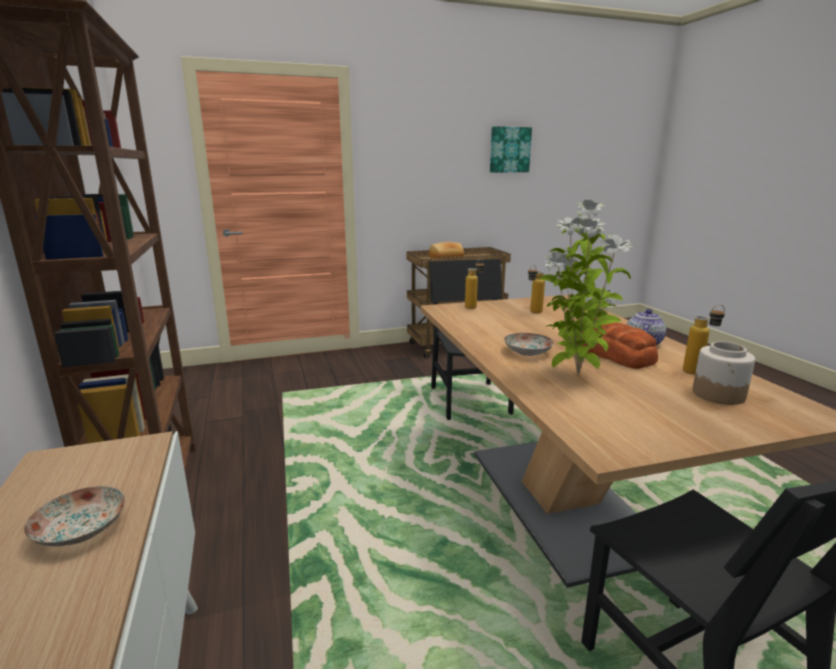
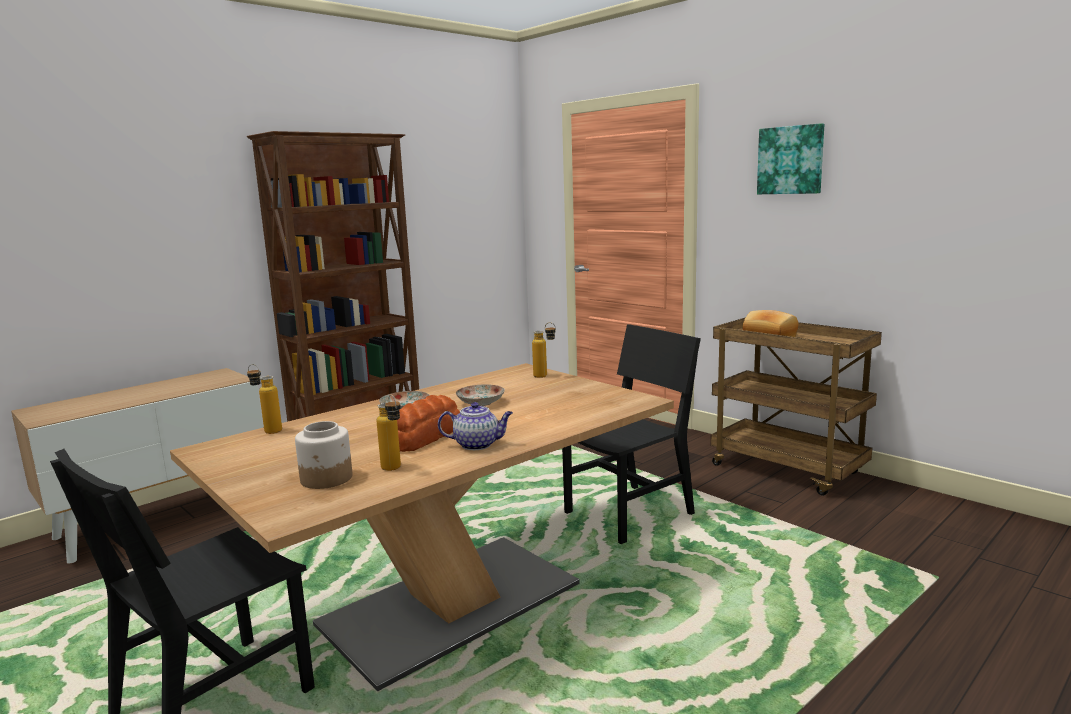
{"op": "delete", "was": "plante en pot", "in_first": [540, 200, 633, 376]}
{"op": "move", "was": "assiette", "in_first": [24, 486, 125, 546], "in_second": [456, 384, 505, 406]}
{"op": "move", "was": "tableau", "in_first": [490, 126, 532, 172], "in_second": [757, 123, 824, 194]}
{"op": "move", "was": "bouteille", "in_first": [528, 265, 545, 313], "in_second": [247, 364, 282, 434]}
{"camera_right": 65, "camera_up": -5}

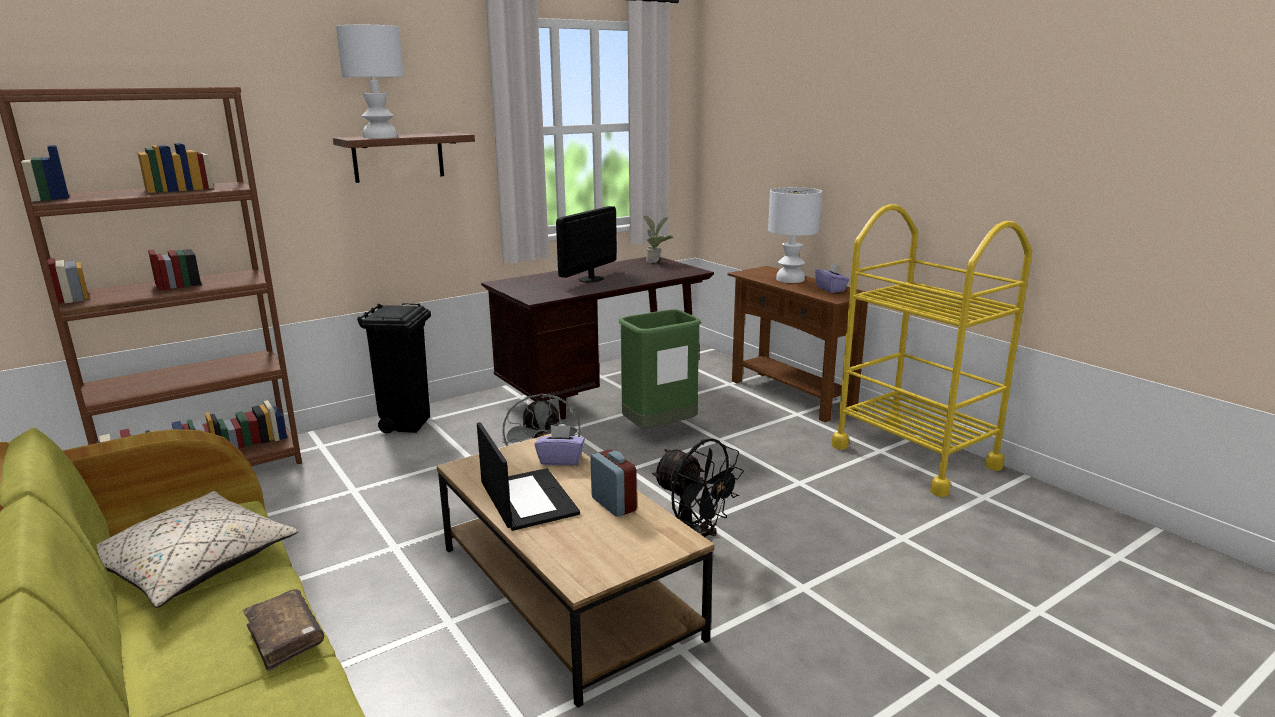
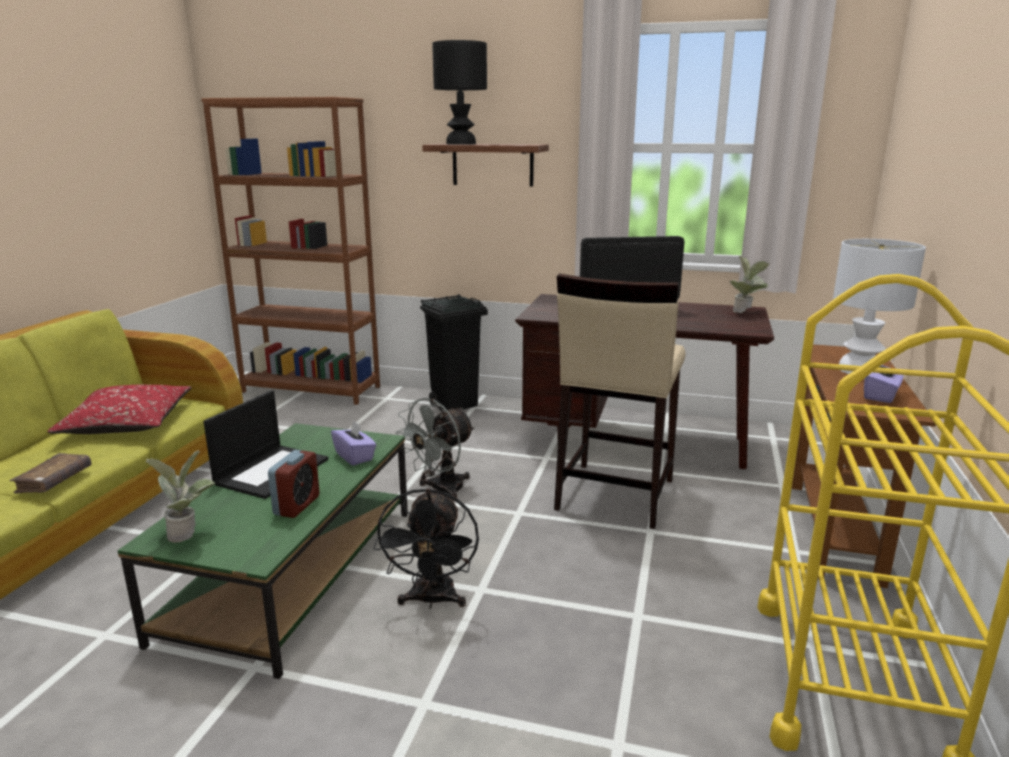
{"op": "insert", "now": "plante en pot", "in_second": [145, 451, 216, 543]}
{"op": "replace", "was": "poubelle/vert", "now": "tabouret/beige", "in_first": [619, 309, 701, 428], "in_second": [554, 273, 686, 529]}
{"op": "recolor", "was": "coussin/beige", "now": "coussin/rouge", "in_first": [97, 491, 299, 608], "in_second": [48, 385, 192, 434]}
{"op": "recolor", "was": "lampe de table/blanc", "now": "lampe de table/noir", "in_first": [336, 25, 404, 138], "in_second": [432, 40, 487, 145]}
{"op": "recolor", "was": "table basse/marron", "now": "table basse/vert", "in_first": [437, 434, 714, 708], "in_second": [118, 423, 408, 679]}
{"camera_right": 50, "camera_up": 0}

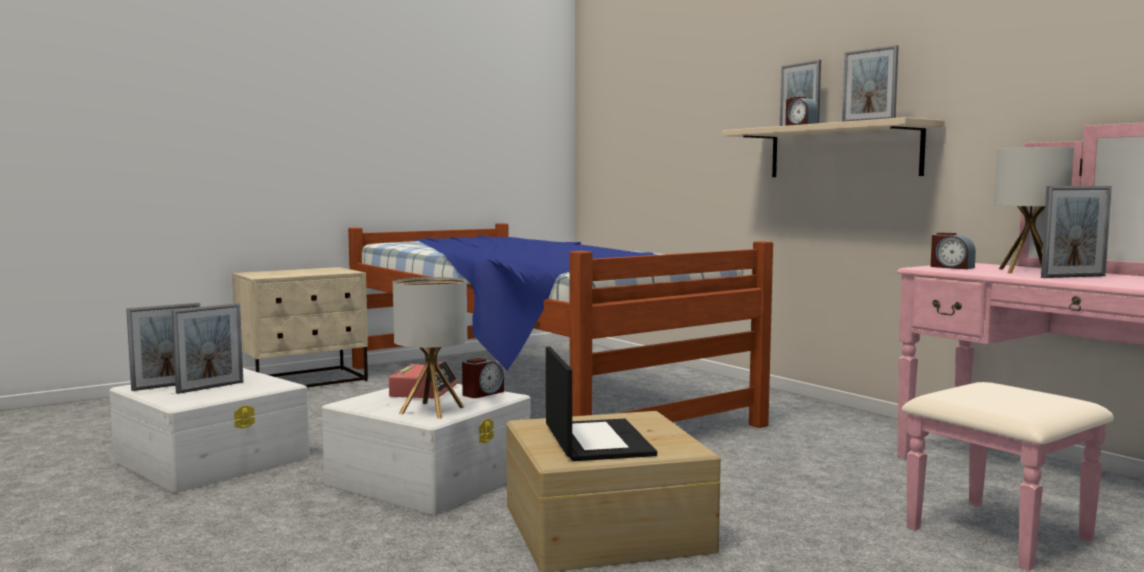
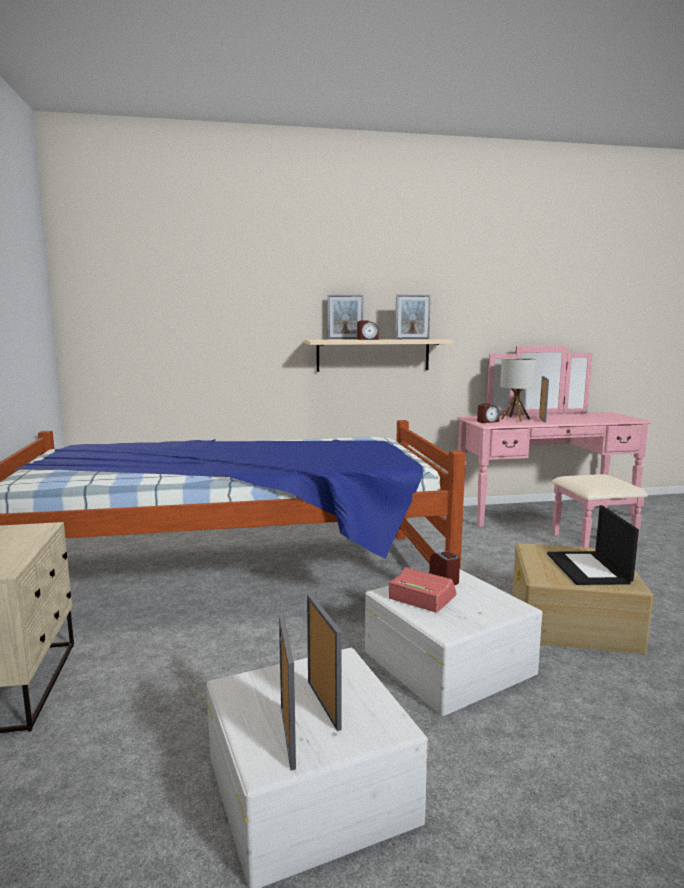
{"op": "delete", "was": "lampe de table", "in_first": [393, 277, 467, 419]}
{"op": "rotate", "was": "ordinateur portable", "in_first": [546, 347, 657, 461], "in_second": [547, 505, 639, 585], "clockwise": -105}
{"camera_right": -65, "camera_up": 5}

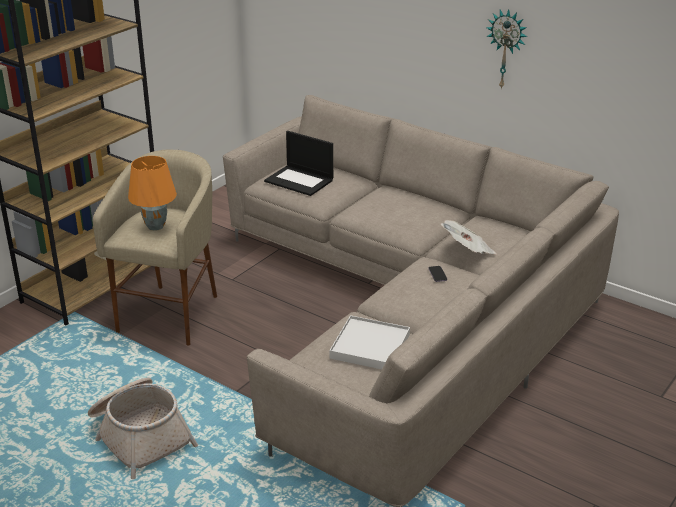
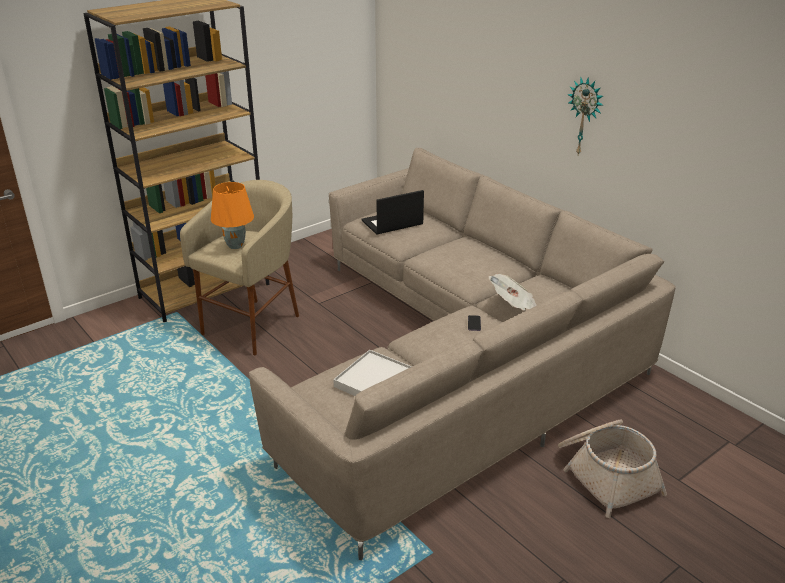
{"op": "move", "was": "panier", "in_first": [88, 378, 198, 479], "in_second": [558, 419, 667, 518]}
{"op": "rotate", "was": "ordinateur portable", "in_first": [264, 131, 333, 196], "in_second": [361, 190, 424, 235], "clockwise": 105}
{"camera_right": 15, "camera_up": 0}

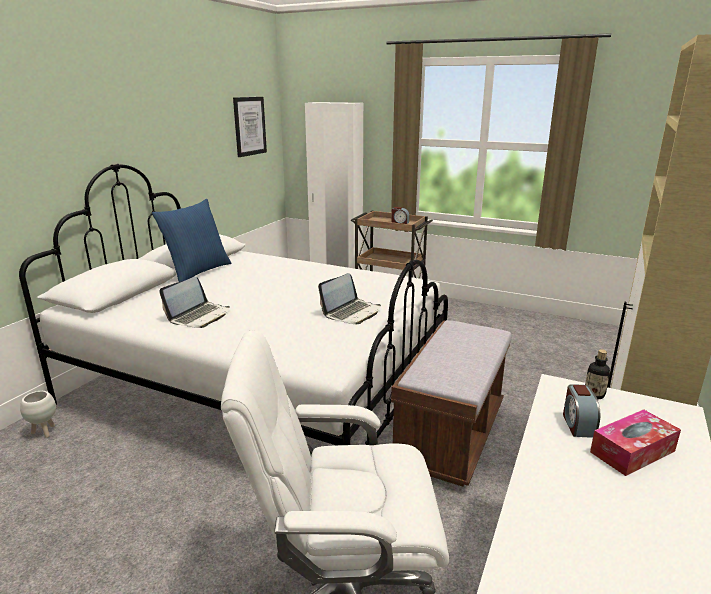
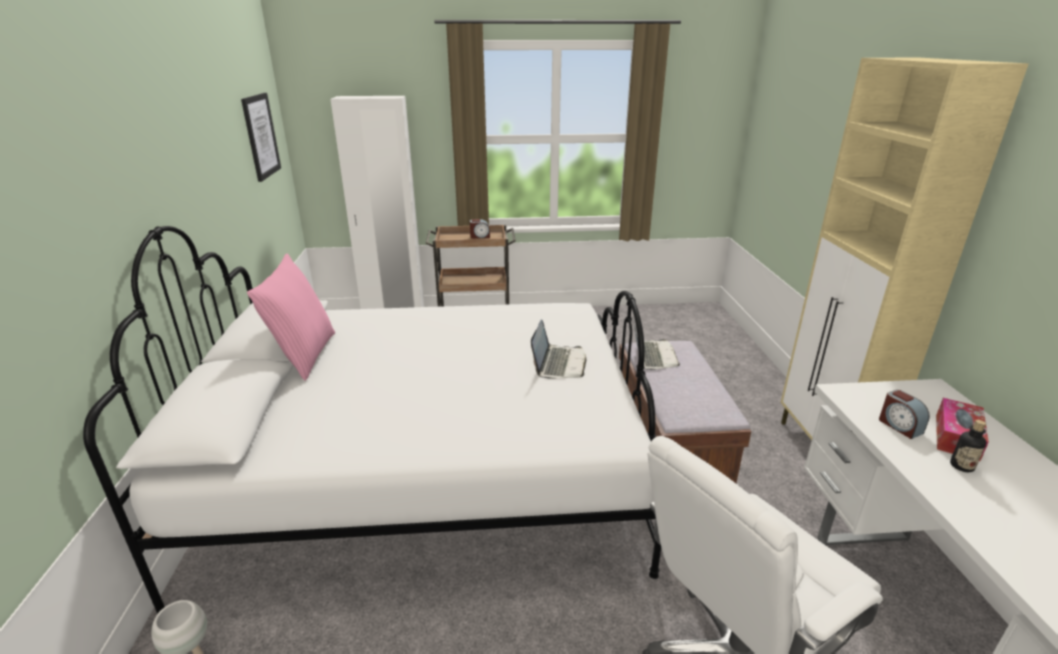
{"op": "move", "was": "ordinateur portable", "in_first": [159, 276, 230, 328], "in_second": [633, 319, 680, 370]}
{"op": "move", "was": "bouteille", "in_first": [585, 349, 610, 399], "in_second": [950, 420, 986, 472]}
{"op": "recolor", "was": "coussin/bleu", "now": "coussin/rose", "in_first": [152, 199, 232, 282], "in_second": [247, 254, 335, 380]}
{"camera_right": -30, "camera_up": 5}

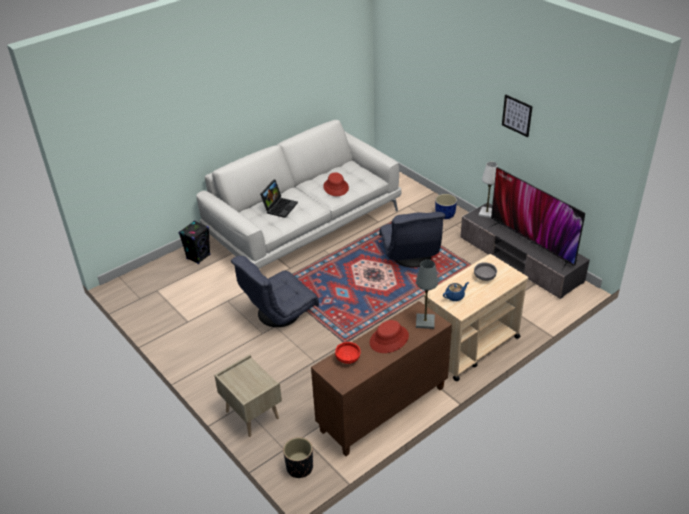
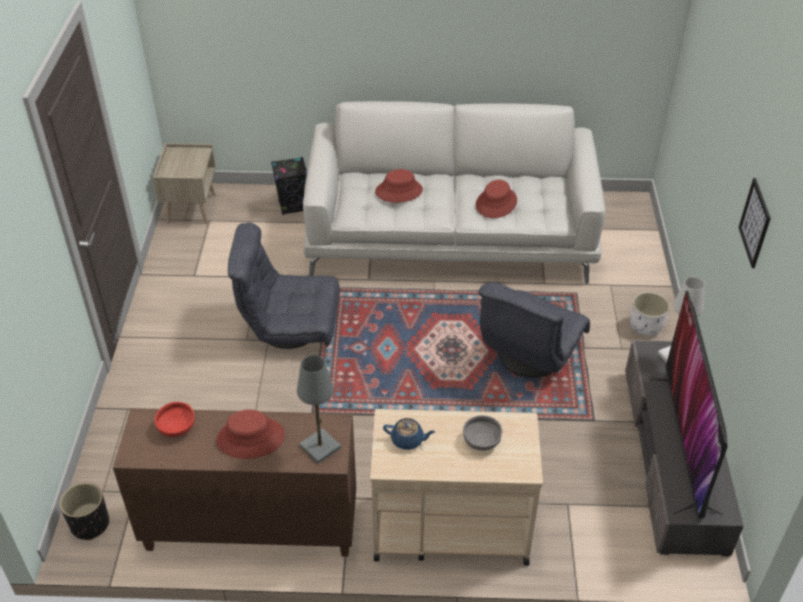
{"op": "move", "was": "table de chevet/beige", "in_first": [214, 355, 282, 437], "in_second": [153, 143, 216, 224]}
{"op": "replace", "was": "ordinateur portable", "now": "chapeau/rouge", "in_first": [260, 180, 298, 218], "in_second": [375, 169, 423, 203]}
{"op": "recolor", "was": "cache-pot/bleu", "now": "cache-pot/blanc", "in_first": [435, 194, 457, 219], "in_second": [630, 292, 670, 336]}
{"camera_right": 40, "camera_up": 5}

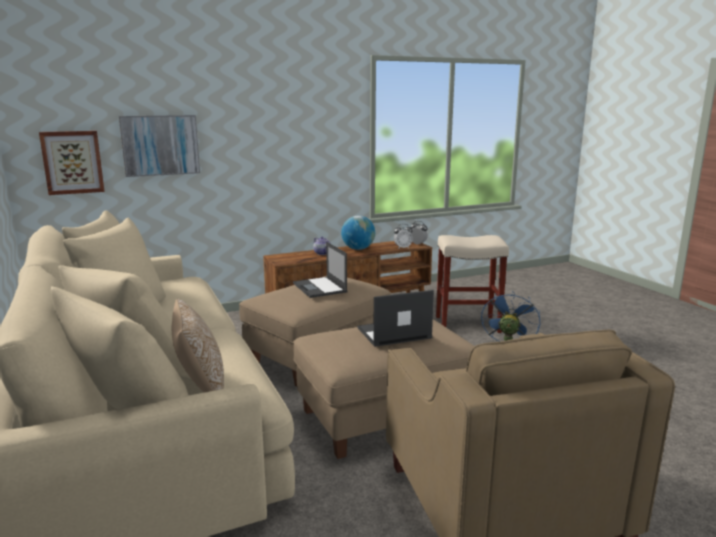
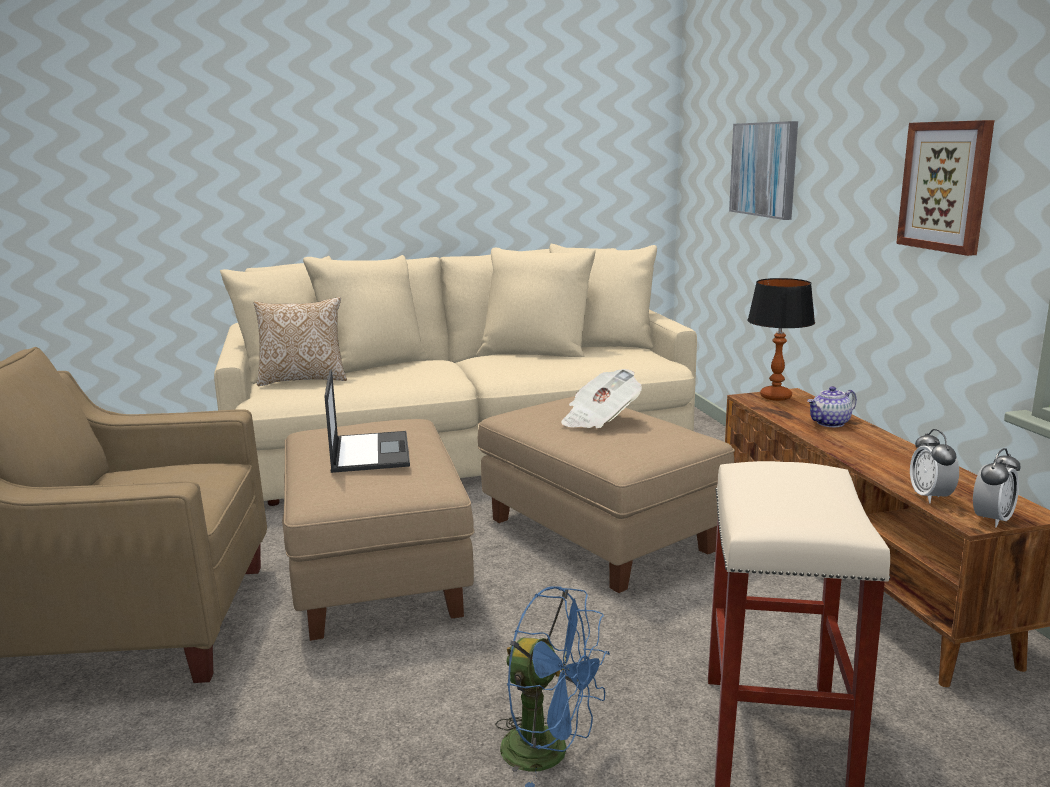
{"op": "delete", "was": "globe", "in_first": [341, 215, 375, 250]}
{"op": "insert", "now": "lampe de table", "in_second": [748, 278, 815, 401]}
{"op": "move", "was": "tableau", "in_first": [39, 131, 105, 195], "in_second": [896, 120, 994, 256]}
{"op": "replace", "was": "ordinateur portable", "now": "journal", "in_first": [293, 242, 348, 298], "in_second": [561, 369, 642, 428]}
{"camera_right": 100, "camera_up": 0}

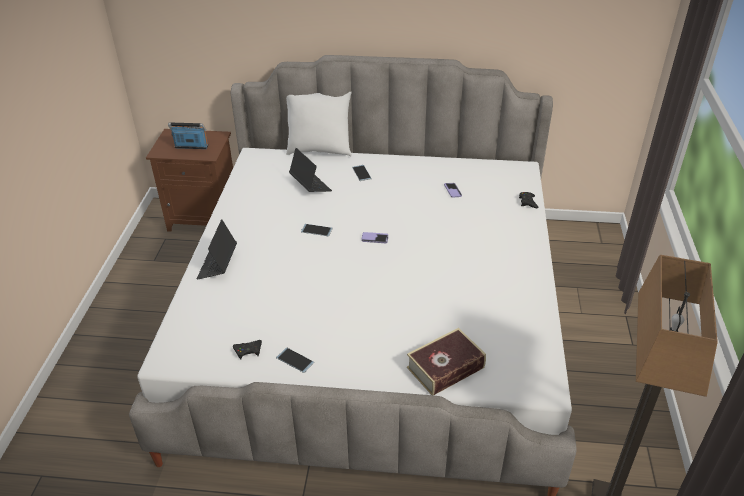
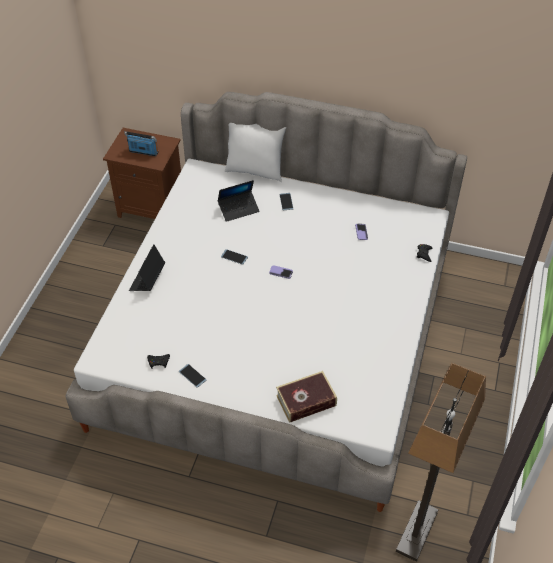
{"op": "rotate", "was": "ordinateur portable", "in_first": [289, 148, 332, 192], "in_second": [218, 180, 259, 222], "clockwise": 90}
{"camera_right": 10, "camera_up": 10}

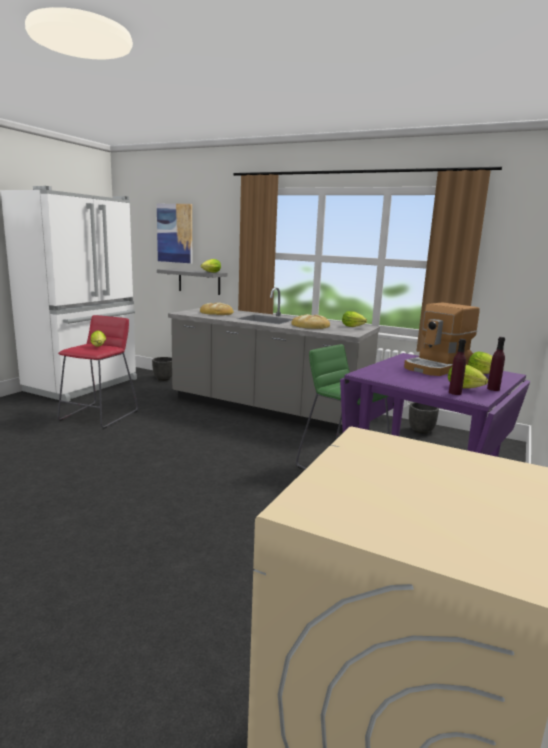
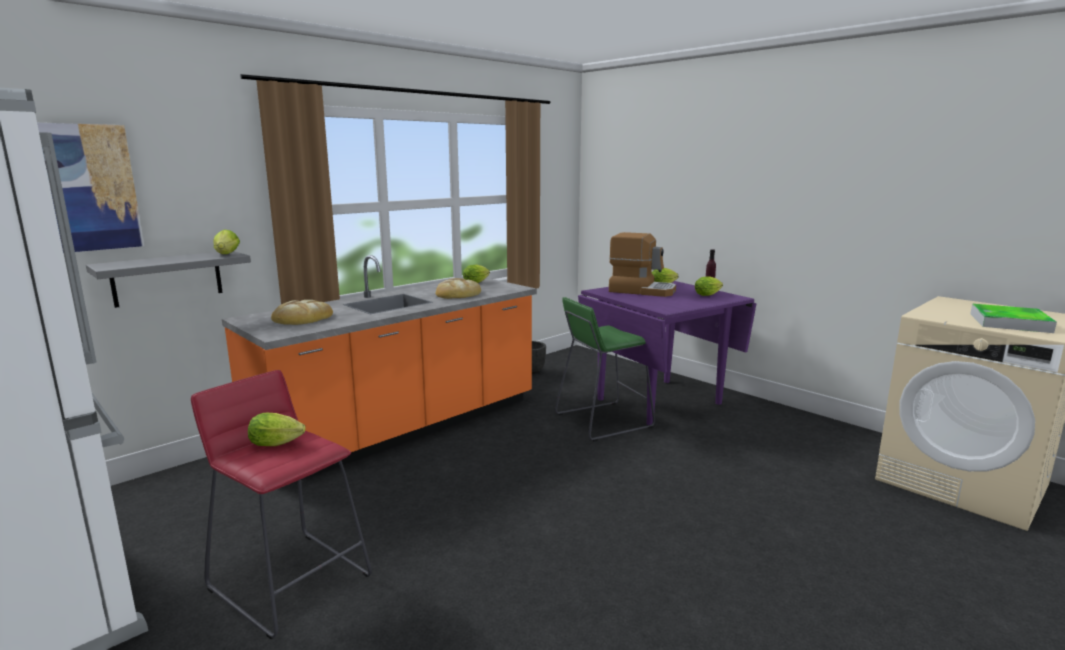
{"op": "delete", "was": "cache-pot/noir", "in_first": [152, 357, 172, 381]}
{"op": "delete", "was": "bouteille/violet", "in_first": [449, 339, 466, 395]}
{"op": "insert", "now": "plateau", "in_second": [970, 304, 1057, 333]}
{"op": "recolor", "was": "comptoir de cuisine/gris", "now": "comptoir de cuisine/orange", "in_first": [168, 287, 380, 433], "in_second": [222, 255, 537, 484]}
{"op": "rotate", "was": "machine à café", "in_first": [404, 303, 480, 376], "in_second": [609, 232, 676, 297], "clockwise": -45}
{"camera_right": -70, "camera_up": 0}

